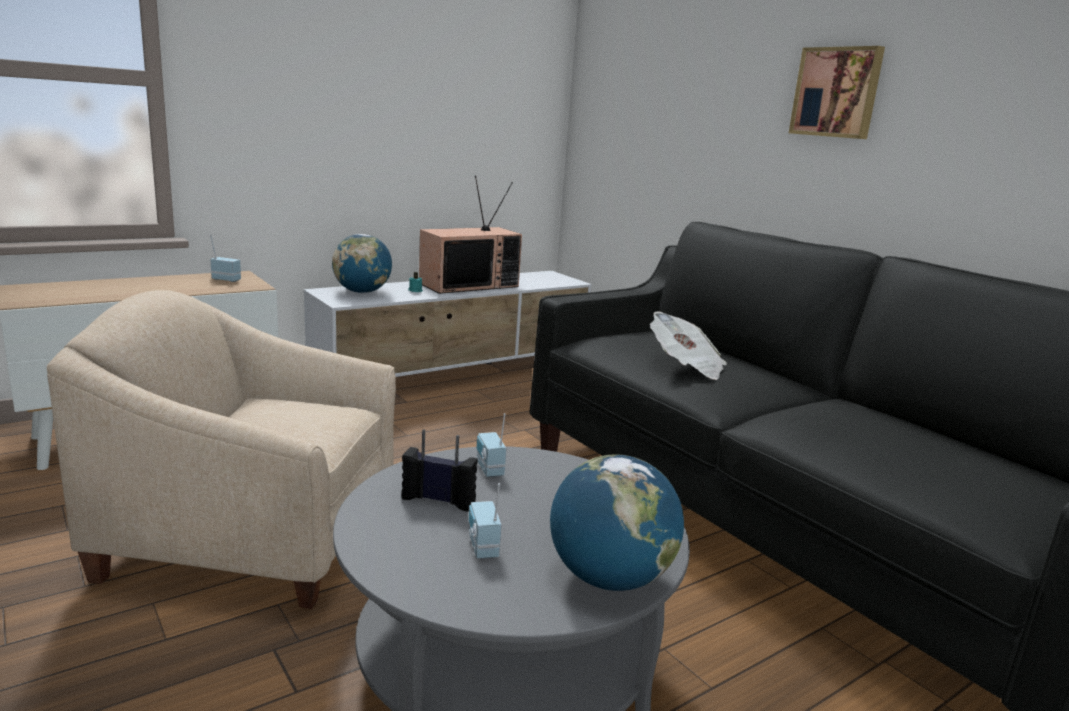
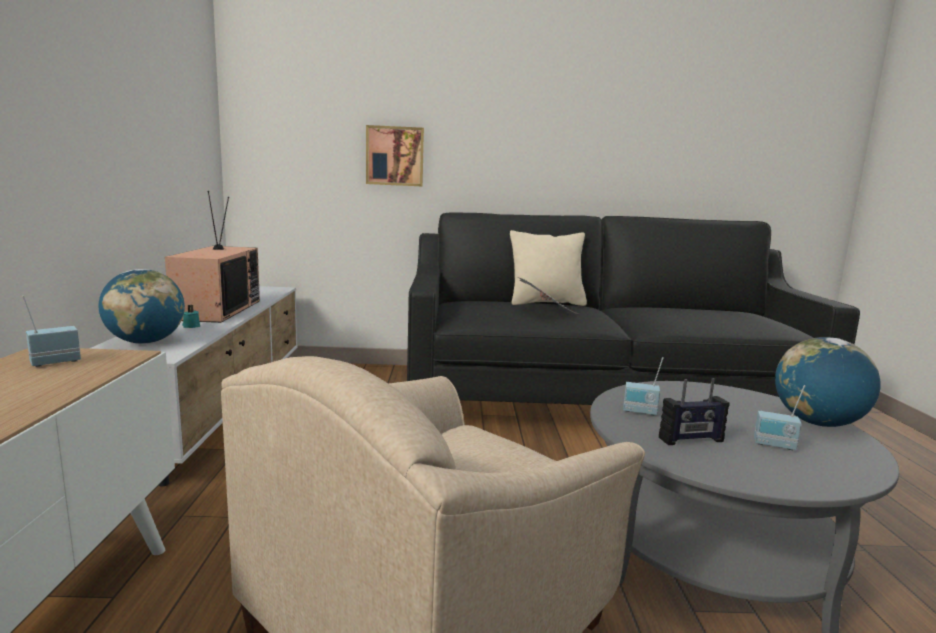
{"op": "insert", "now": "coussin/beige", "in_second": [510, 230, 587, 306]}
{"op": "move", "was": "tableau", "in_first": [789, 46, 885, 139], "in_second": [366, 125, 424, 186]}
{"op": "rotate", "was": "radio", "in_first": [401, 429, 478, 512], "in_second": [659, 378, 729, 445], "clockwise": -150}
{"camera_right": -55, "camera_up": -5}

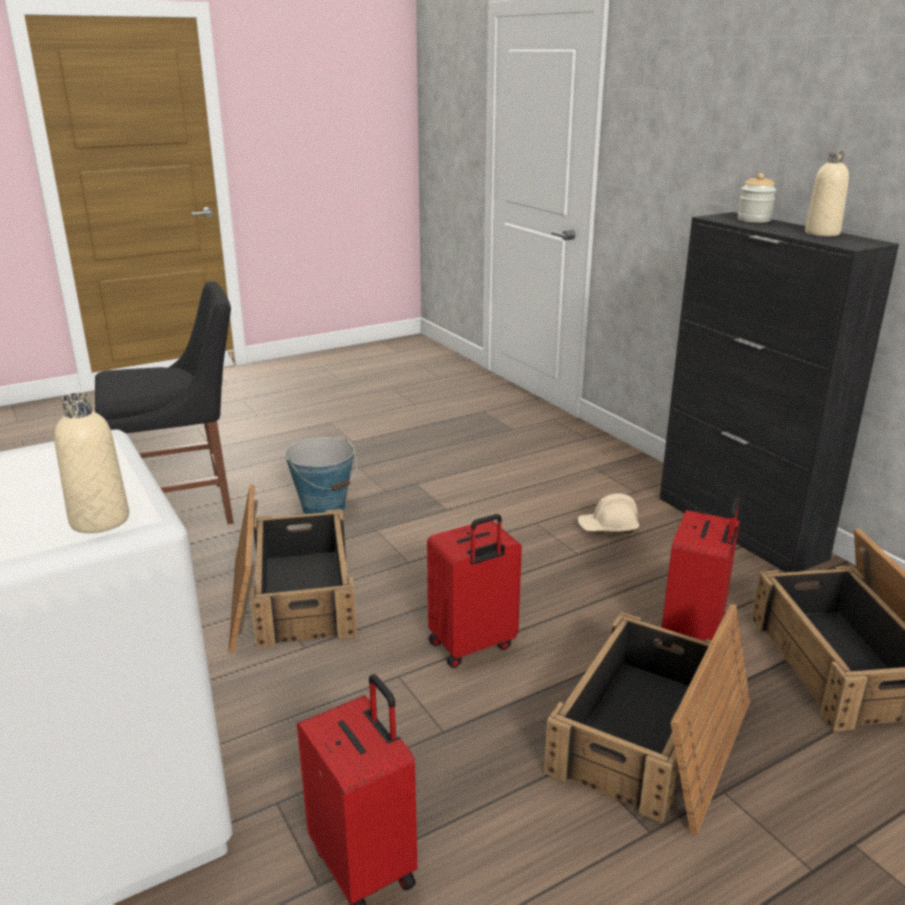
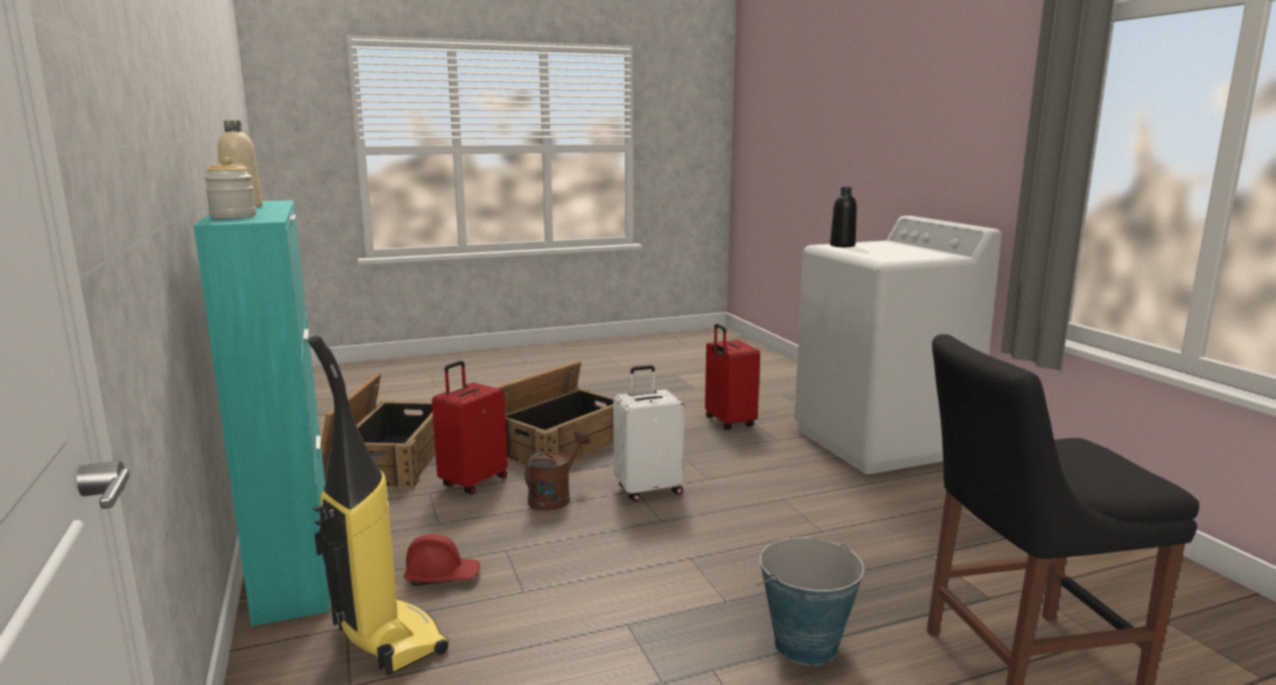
{"op": "delete", "was": "caisse", "in_first": [229, 485, 357, 653]}
{"op": "insert", "now": "aspirateur", "in_second": [308, 335, 448, 676]}
{"op": "insert", "now": "arrosoir/marron", "in_second": [525, 430, 590, 511]}
{"op": "recolor", "was": "bouteille/beige", "now": "bouteille/noir", "in_first": [54, 392, 129, 533], "in_second": [830, 187, 857, 247]}
{"op": "recolor", "was": "valise/rouge", "now": "valise/blanc", "in_first": [427, 514, 522, 668], "in_second": [613, 365, 684, 501]}
{"op": "recolor", "was": "casque de chantier/beige", "now": "casque de chantier/rouge", "in_first": [578, 493, 639, 533], "in_second": [404, 534, 480, 586]}
{"op": "recolor", "was": "meuble de rangement/noir", "now": "meuble de rangement/turquoise", "in_first": [659, 212, 899, 572], "in_second": [194, 200, 330, 627]}
{"camera_right": -170, "camera_up": -10}

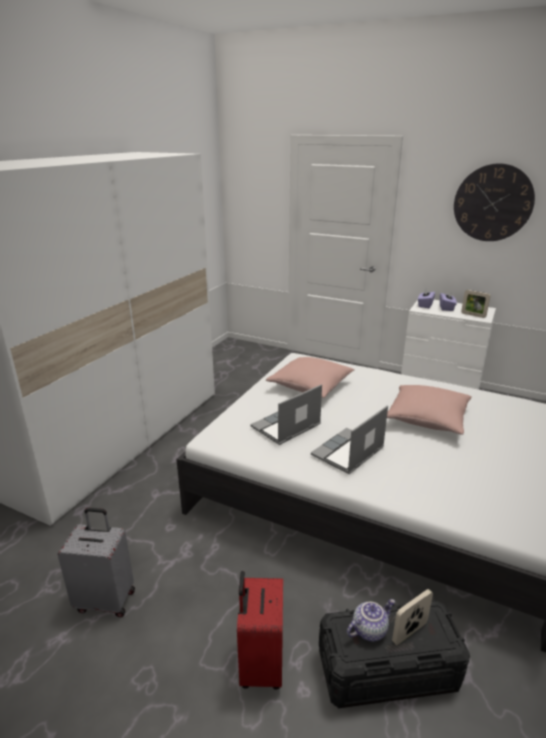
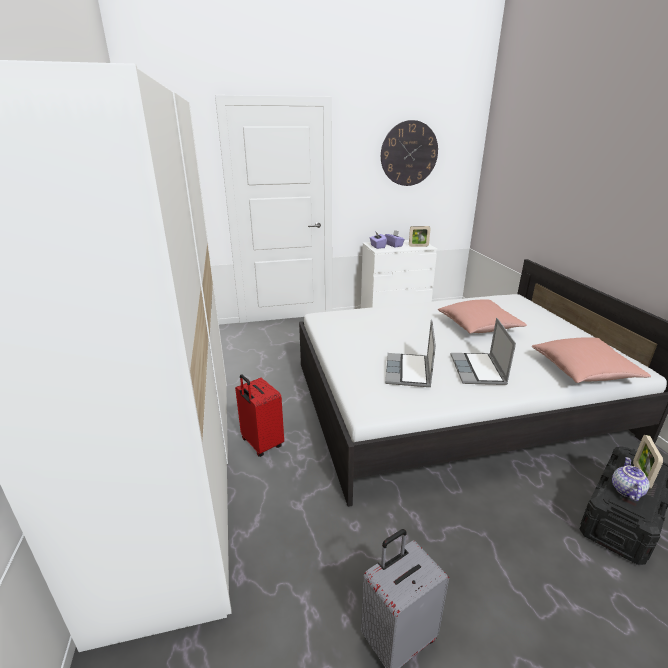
{"op": "move", "was": "valise/rouge", "in_first": [237, 571, 283, 689], "in_second": [235, 374, 284, 457]}
{"op": "move", "was": "coussin/rose", "in_first": [266, 357, 354, 398], "in_second": [532, 338, 651, 383]}
{"camera_right": -40, "camera_up": 0}

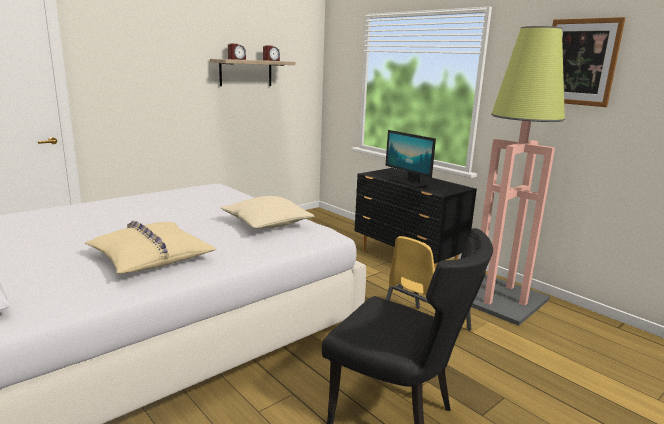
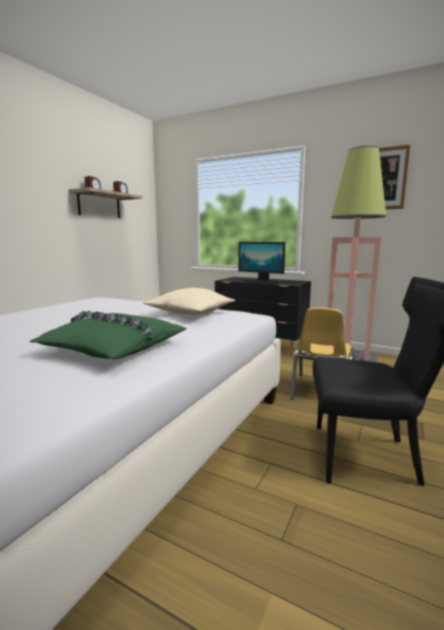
{"op": "recolor", "was": "coussin/beige", "now": "coussin/vert", "in_first": [85, 220, 217, 274], "in_second": [29, 311, 187, 359]}
{"camera_right": -20, "camera_up": -5}

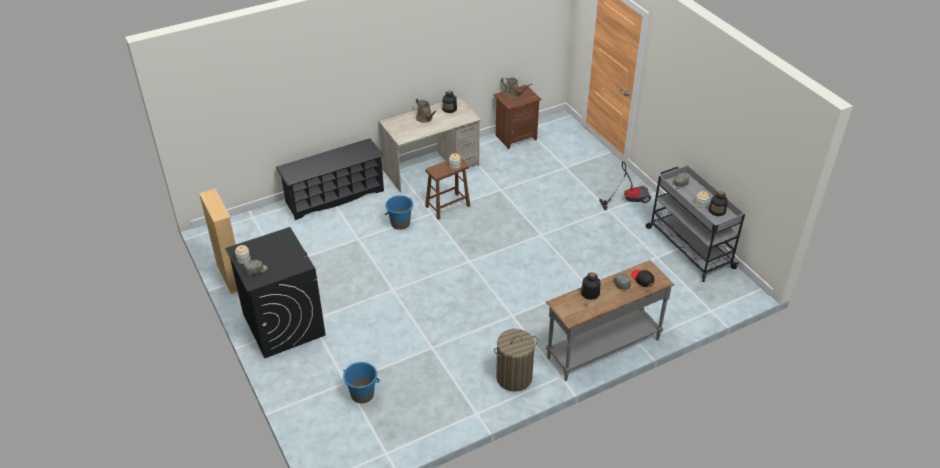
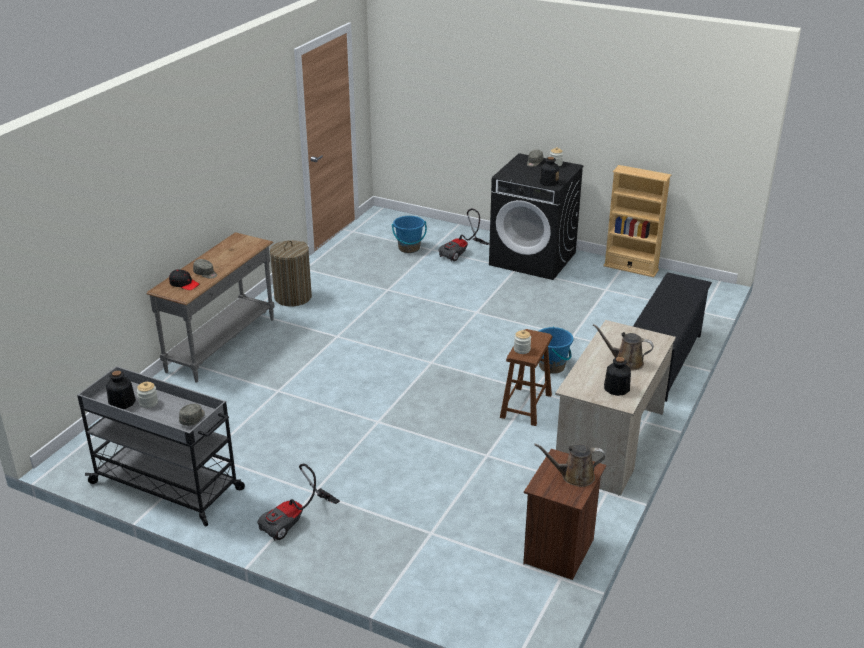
{"op": "insert", "now": "aspirateur", "in_second": [438, 208, 490, 261]}
{"op": "move", "was": "bouteille", "in_first": [581, 272, 600, 300], "in_second": [540, 157, 559, 186]}
{"camera_right": 145, "camera_up": -10}

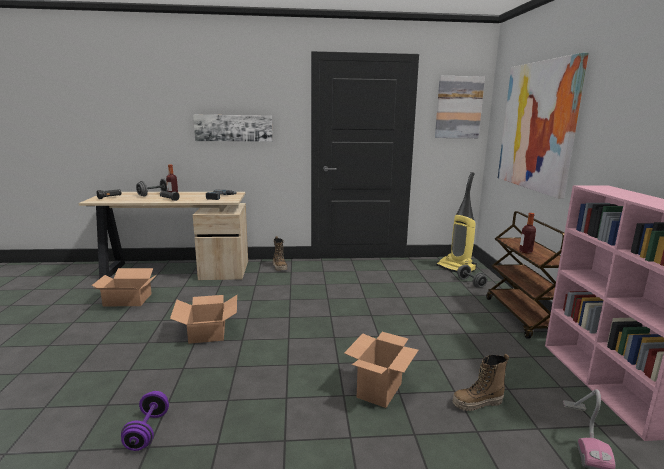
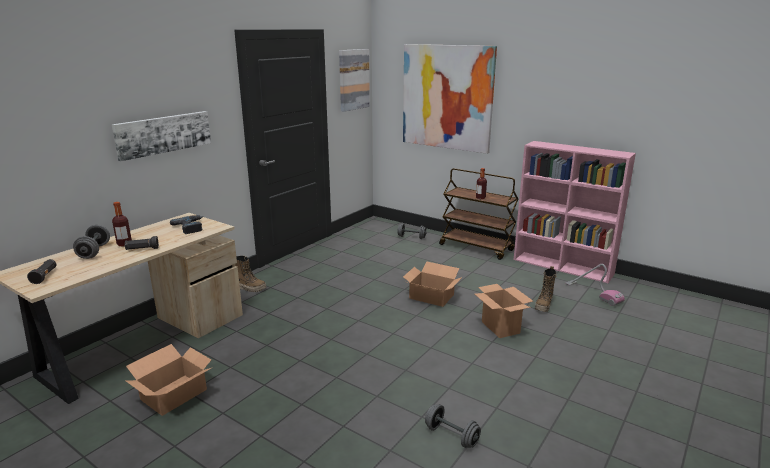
{"op": "delete", "was": "aspirateur", "in_first": [436, 172, 477, 272]}
{"op": "move", "was": "carton", "in_first": [170, 295, 237, 344], "in_second": [403, 261, 462, 307]}
{"op": "recolor", "was": "haltère/violet", "now": "haltère/gris", "in_first": [121, 391, 169, 451], "in_second": [425, 404, 481, 448]}
{"camera_right": -50, "camera_up": 5}

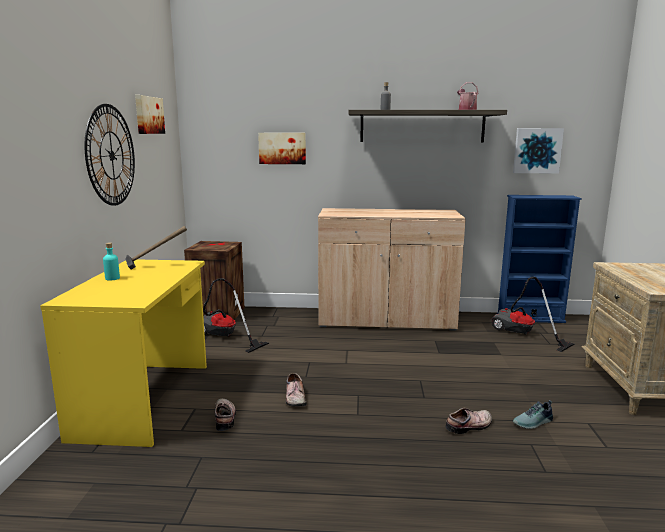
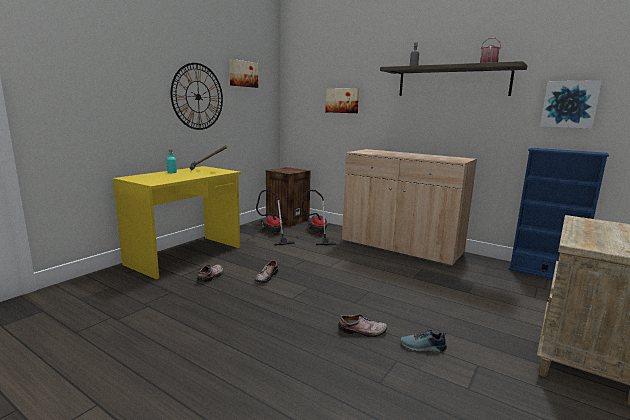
{"op": "move", "was": "aspirateur", "in_first": [491, 277, 575, 352], "in_second": [302, 190, 337, 245]}
{"camera_right": 30, "camera_up": 0}

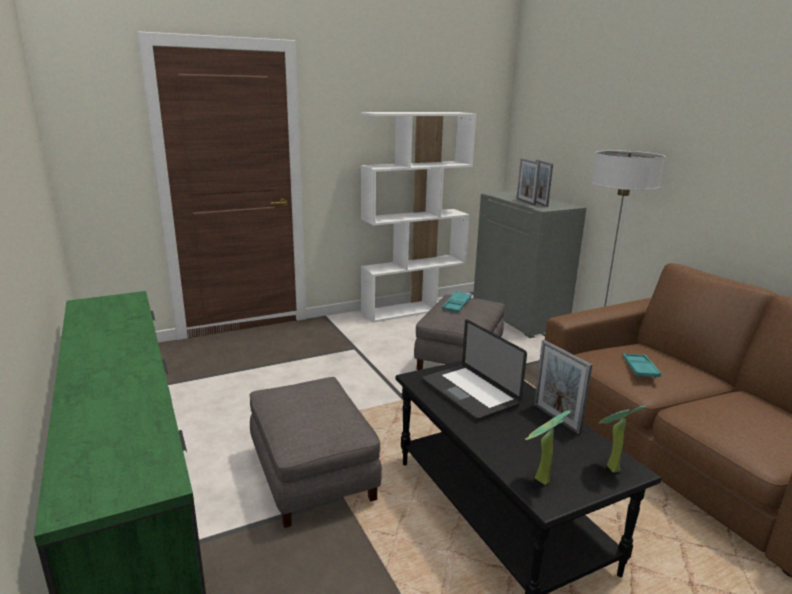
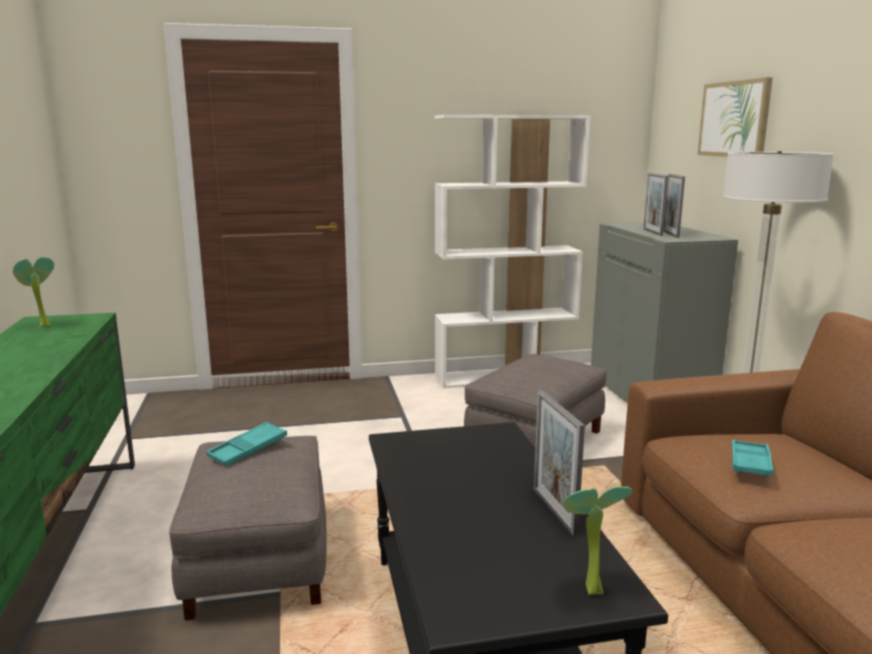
{"op": "delete", "was": "ordinateur portable", "in_first": [422, 319, 527, 421]}
{"op": "insert", "now": "tableau", "in_second": [698, 77, 773, 157]}
{"op": "move", "was": "plateau/turquoise", "in_first": [442, 291, 472, 312], "in_second": [207, 422, 287, 466]}
{"op": "move", "was": "plante en pot", "in_first": [525, 410, 571, 485], "in_second": [13, 257, 54, 327]}
{"camera_right": 15, "camera_up": -5}

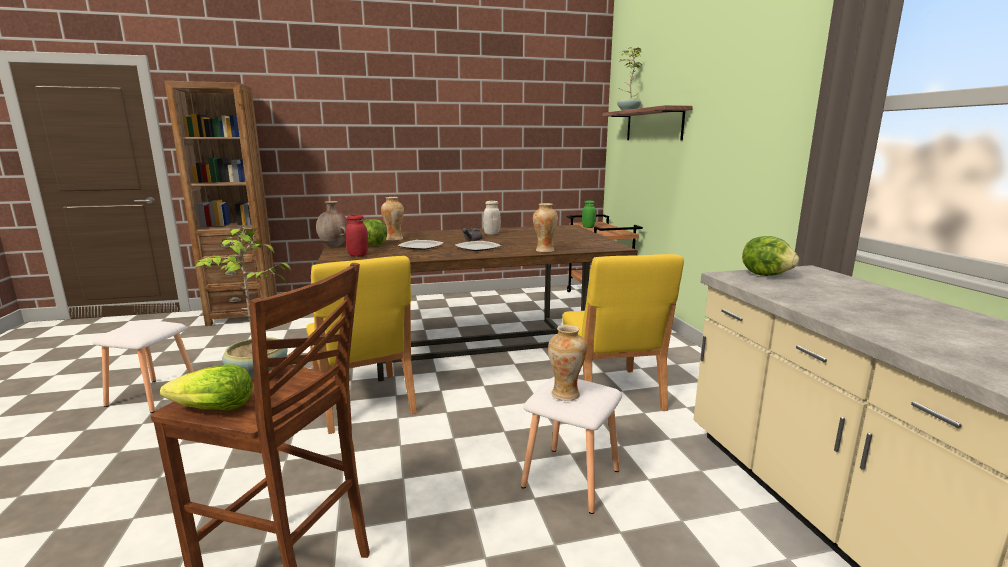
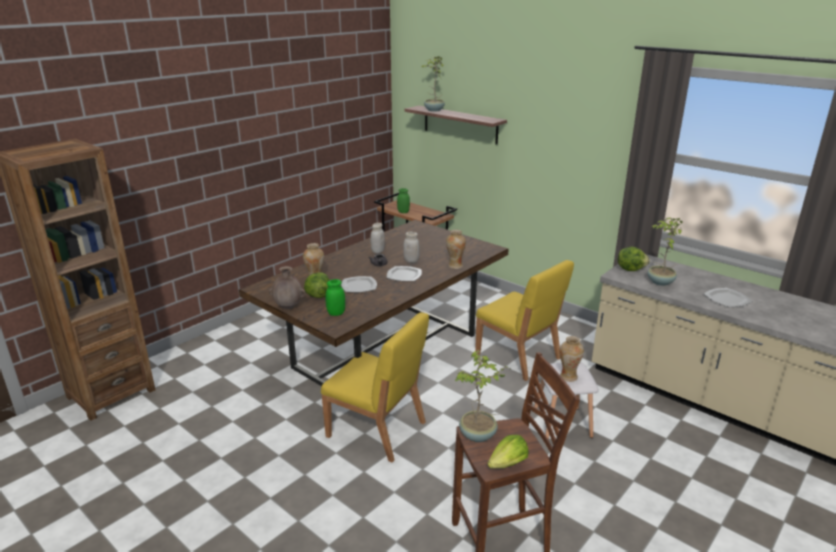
{"op": "delete", "was": "tabouret/blanc", "in_first": [92, 320, 194, 413]}
{"op": "insert", "now": "bocal/blanc", "in_second": [403, 232, 420, 263]}
{"op": "insert", "now": "plante en pot", "in_second": [647, 218, 683, 286]}
{"op": "insert", "now": "assiette", "in_second": [704, 288, 752, 307]}
{"op": "recolor", "was": "bocal/rouge", "now": "bocal/vert", "in_first": [346, 215, 368, 257], "in_second": [326, 279, 345, 316]}
{"camera_right": -35, "camera_up": 10}

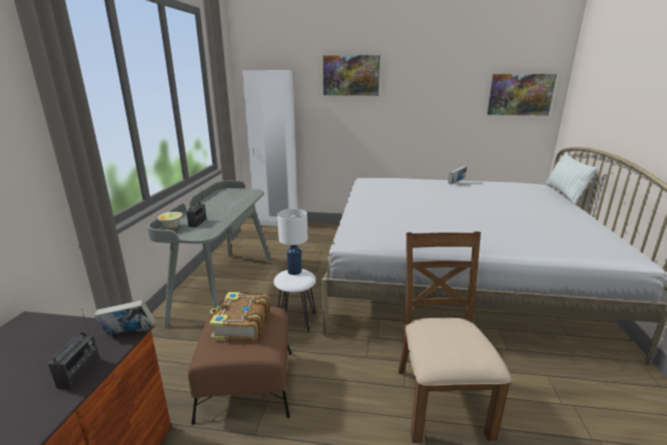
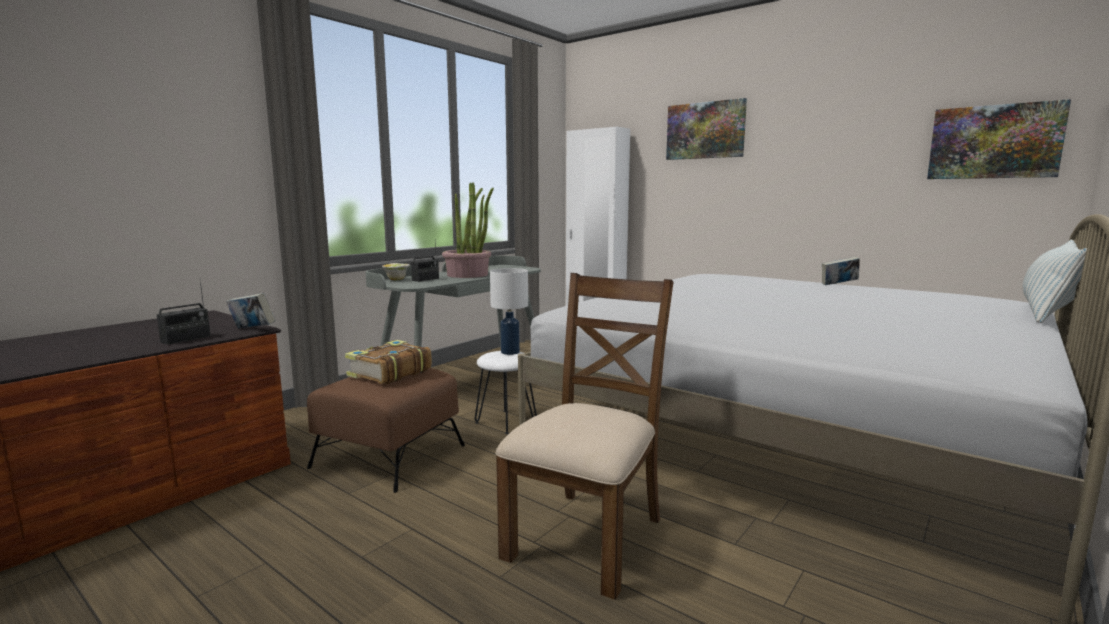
{"op": "insert", "now": "plante en pot", "in_second": [442, 183, 494, 278]}
{"camera_right": 30, "camera_up": -10}

